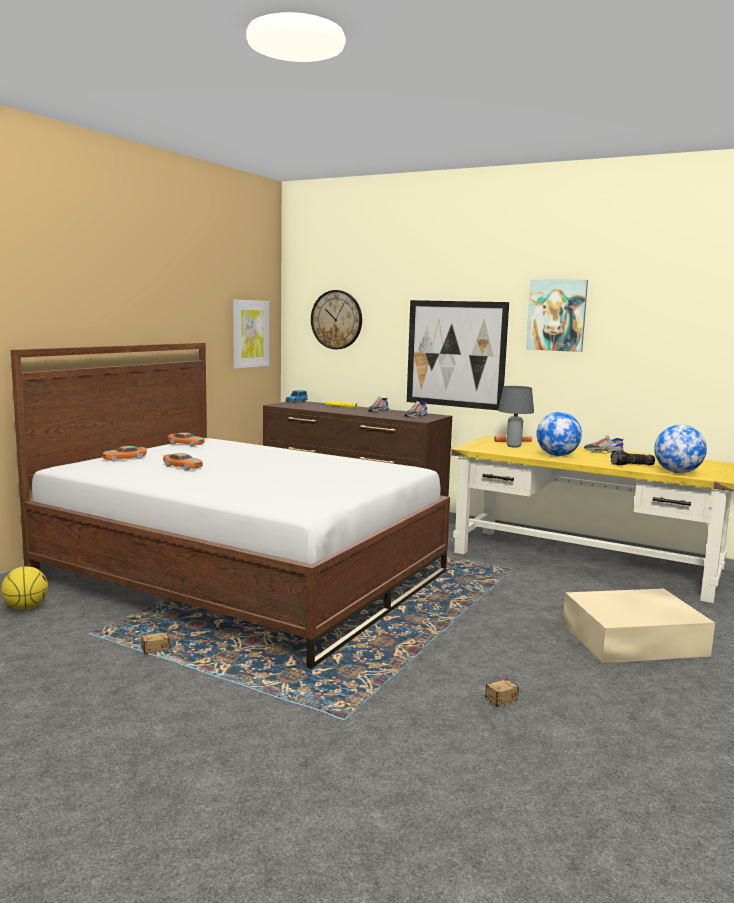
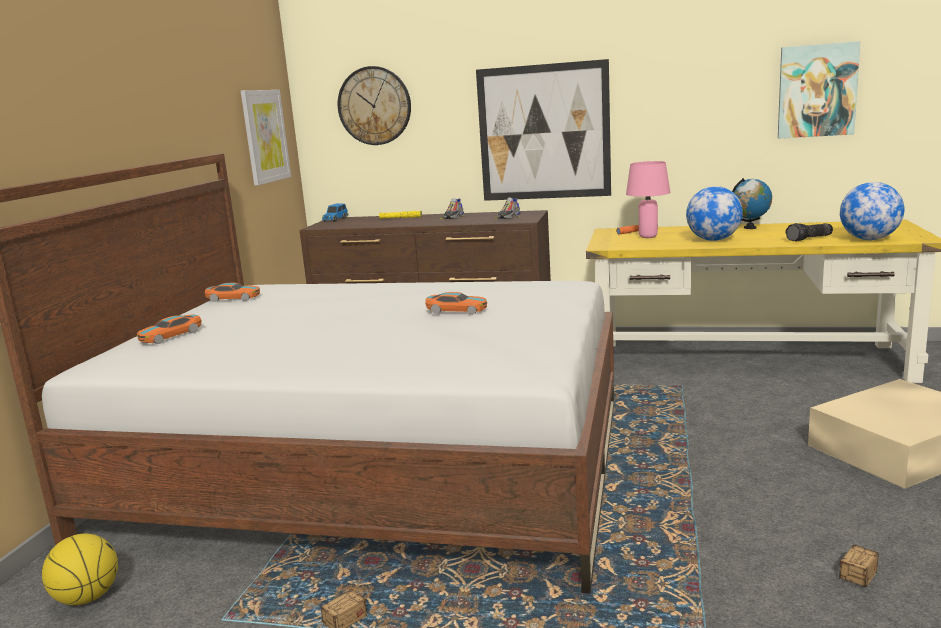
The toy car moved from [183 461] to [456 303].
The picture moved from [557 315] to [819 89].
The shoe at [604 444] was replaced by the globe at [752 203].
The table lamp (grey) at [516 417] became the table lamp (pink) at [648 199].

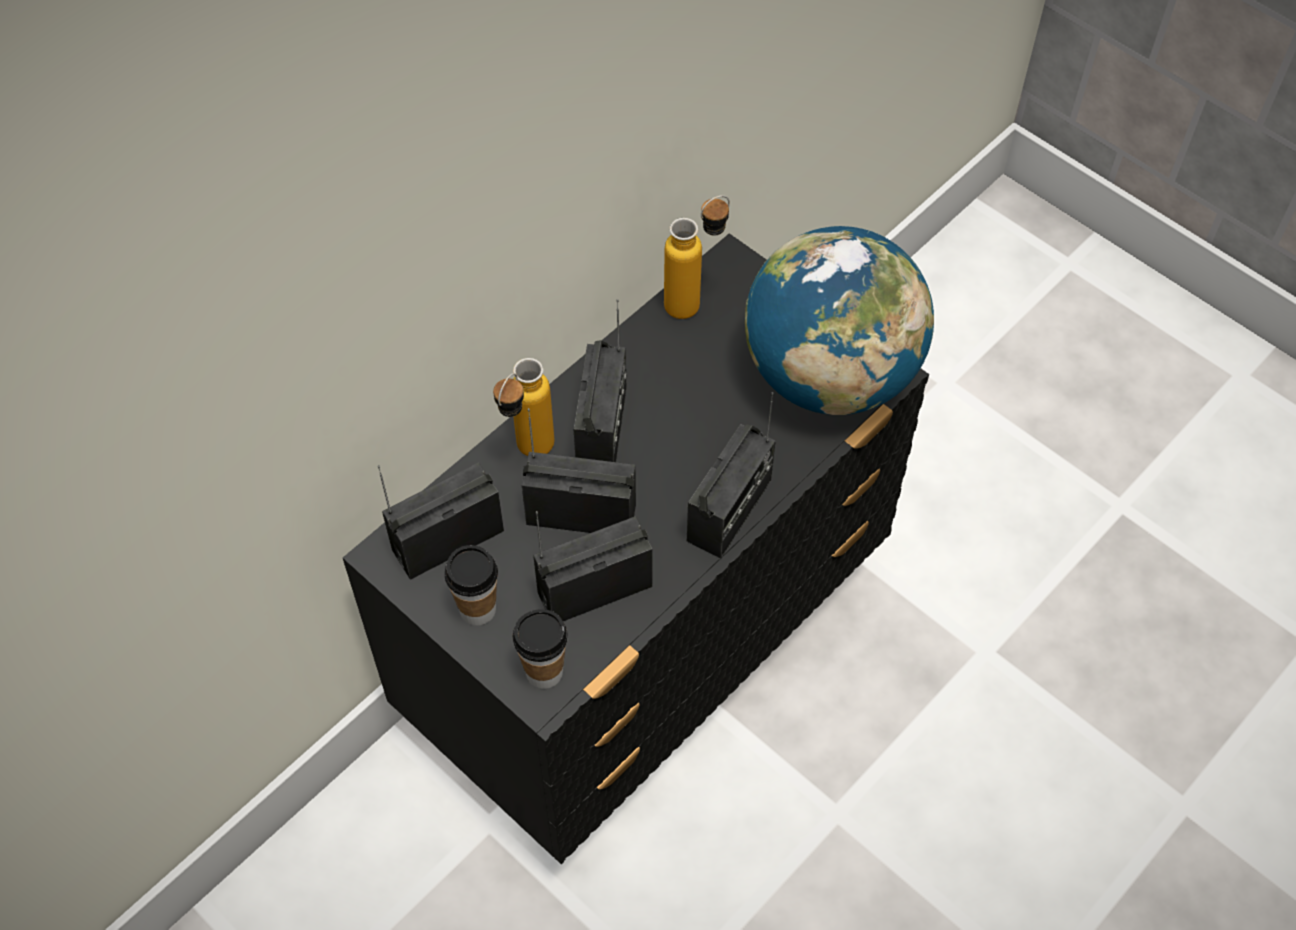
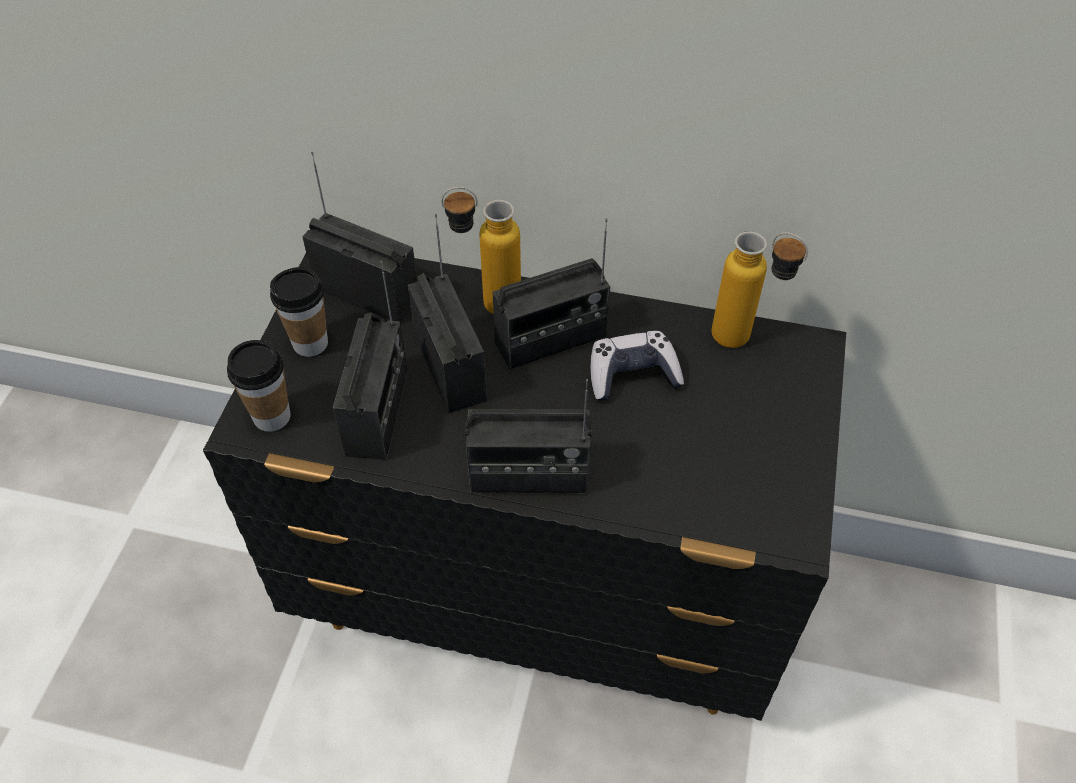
The globe at [839 320] disappeared.
The game controller at [637 366] appeared.
The radio at [593 566] turned 60 degrees clockwise.

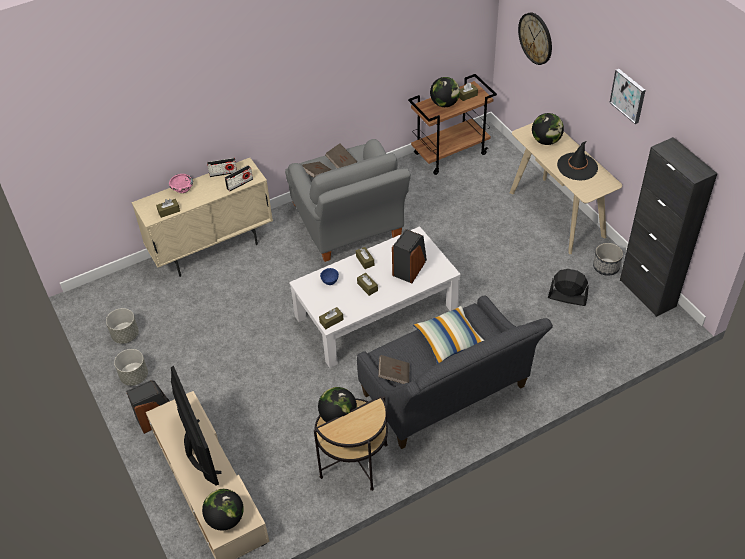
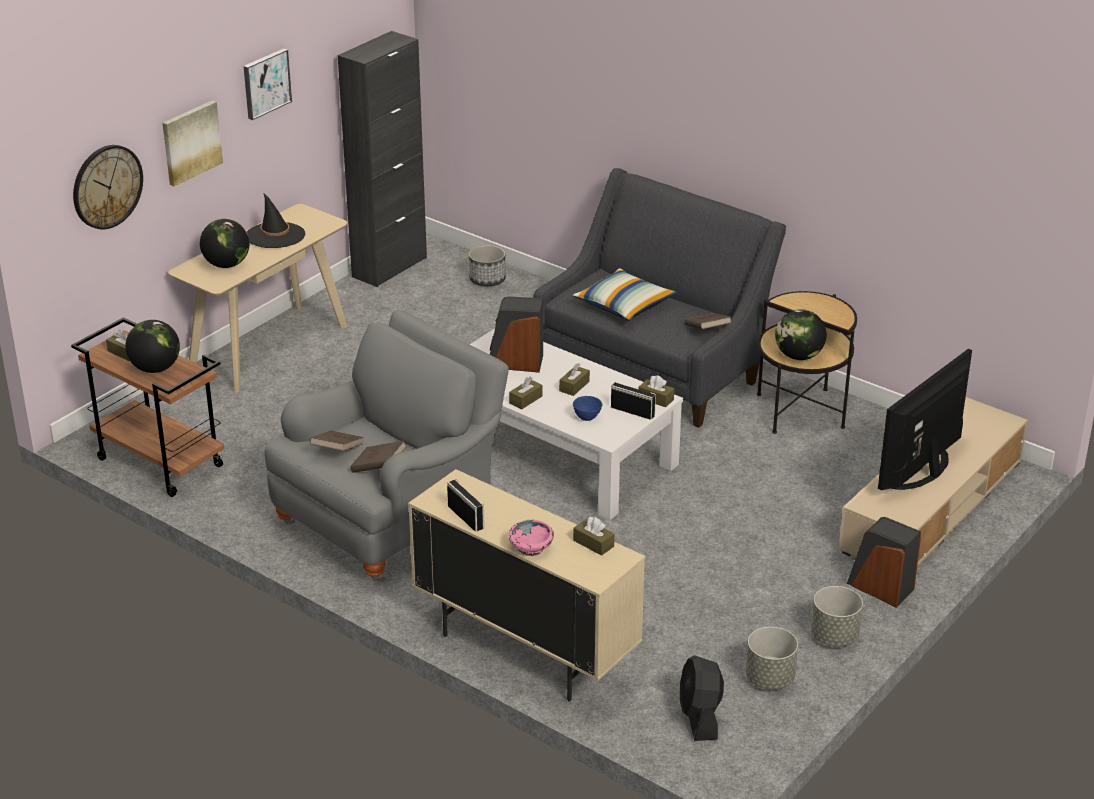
The globe at [223 510] disappeared.
The picture at [192 143] appeared.
The radio moved from [239 178] to [633 401].
The fan (black) moved from [568 287] to [702 698].
The planter moved from [608 259] to [487 265].

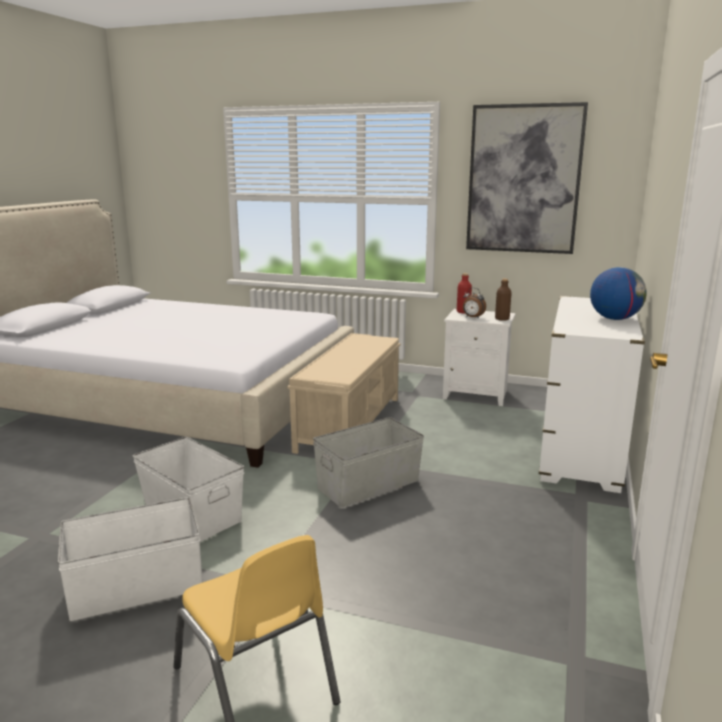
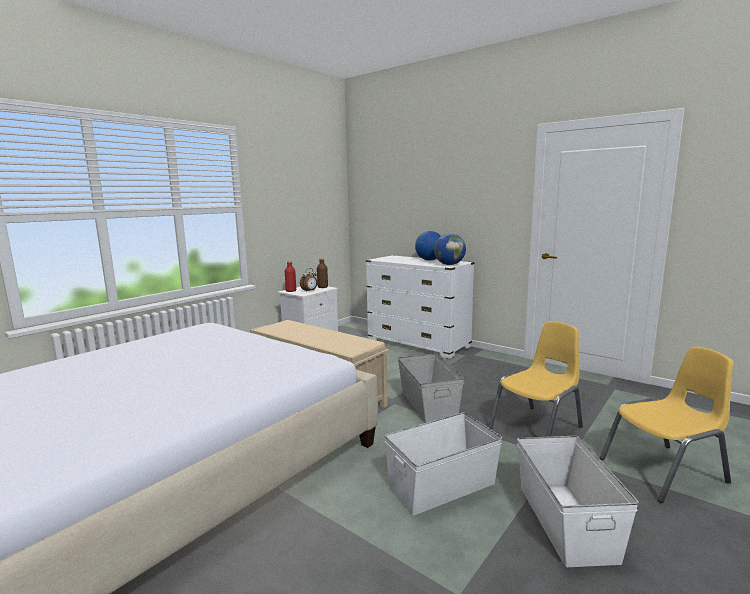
The picture at [527 178] disappeared.
The globe at [450 249] appeared.
The chair (yellow) at [535 379] appeared.

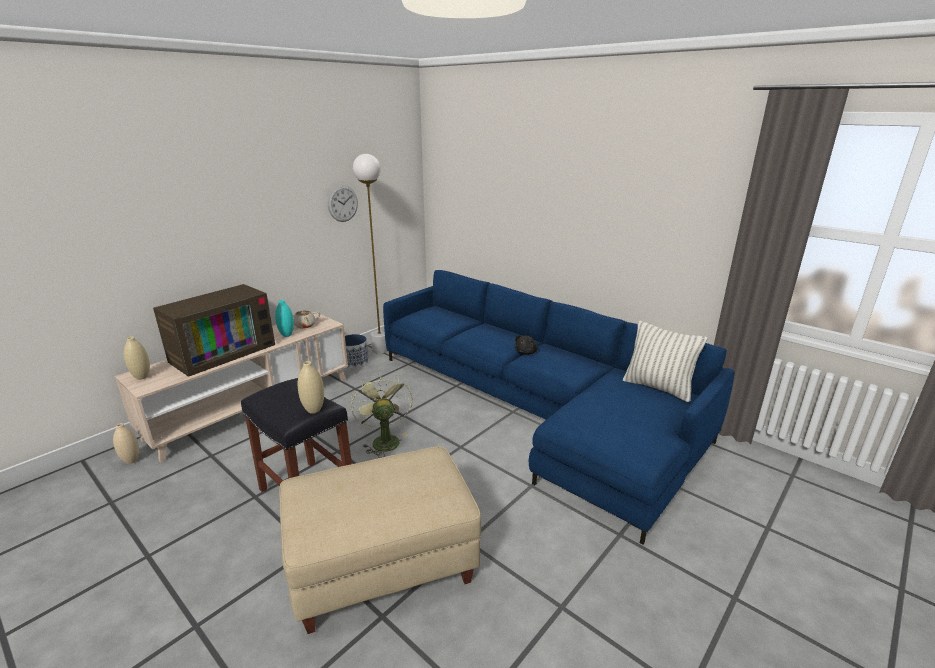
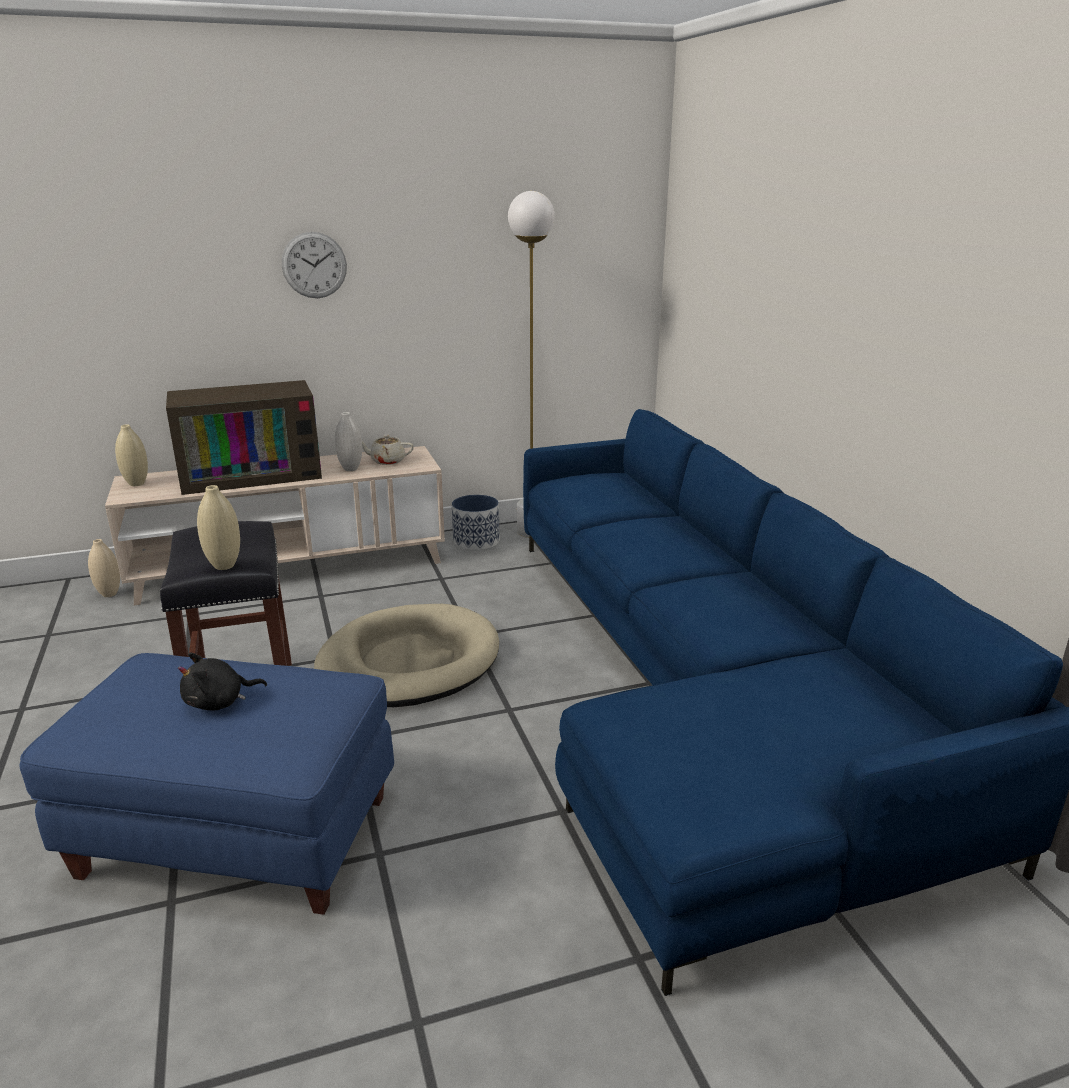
The pillow at [665 361] disappeared.
The wall clock moved from [343 203] to [314 265].
The plush toy (black) moved from [526 345] to [222 681].
The fan (green) at [382 416] was replaced by the dog bed (beige) at [406 655].
The vase (turquoise) at [284 318] became the vase (white) at [348 441].
The ottoman (beige) at [380 540] became the ottoman (blue) at [207 784].

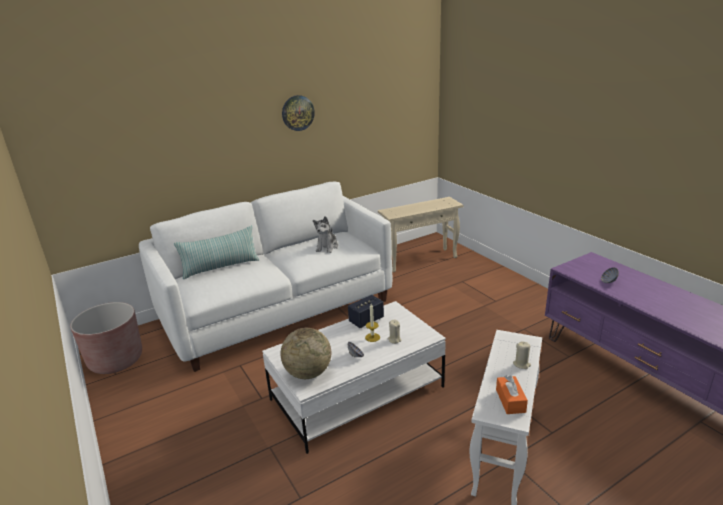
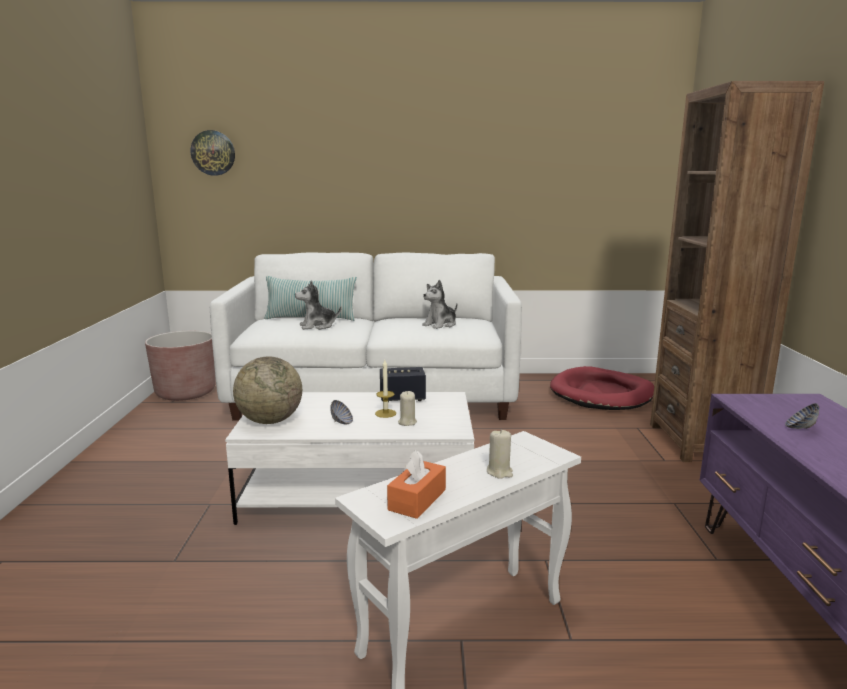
The plush toy at [318 305] appeared.
The bookcase (brown) at [737 271] appeared.
The wall clock moved from [298 113] to [213 152].
The side table (beige) at [420 234] was replaced by the dog bed (red) at [602 388].

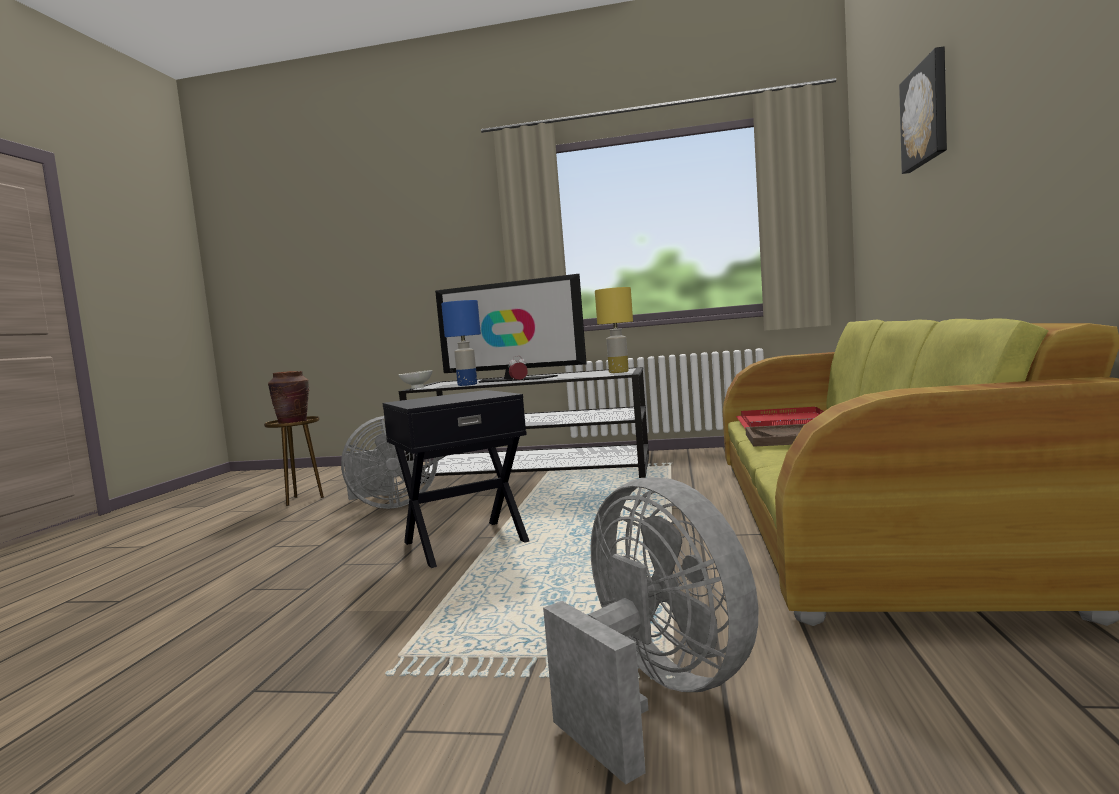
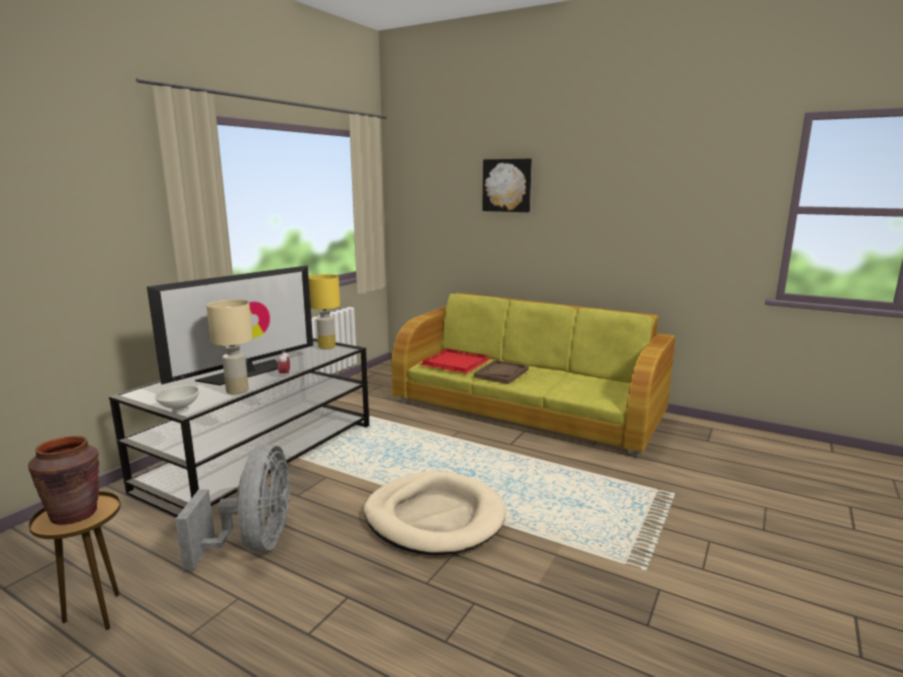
The fan (grey) at [650 630] disappeared.
The side table (black) at [456 479] was replaced by the dog bed (beige) at [435 513].
The table lamp (blue) at [461 343] became the table lamp (beige) at [229 347].

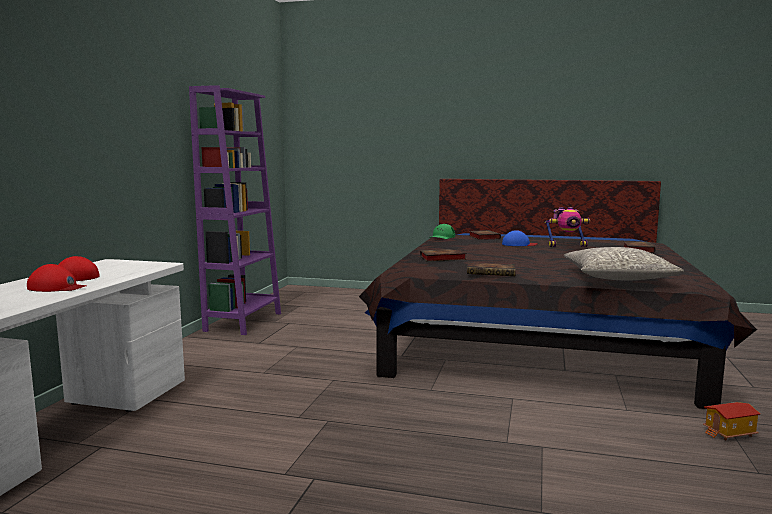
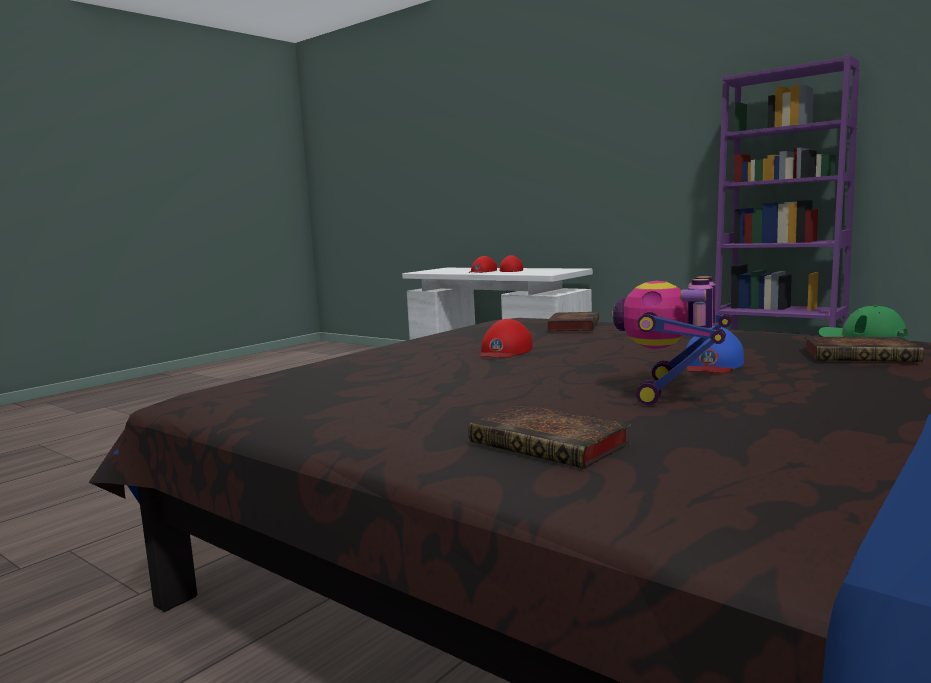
The book at [491 269] disappeared.
The pillow (grey) at [624 263] disappeared.
The toy house at [731 421] disappeared.
The cap (red) at [506 338] appeared.

